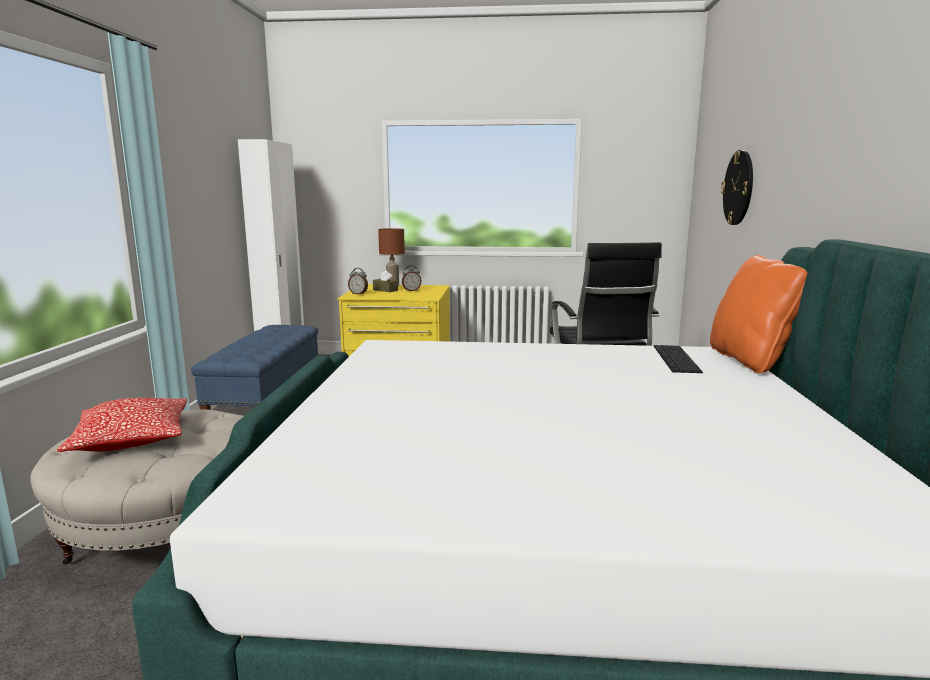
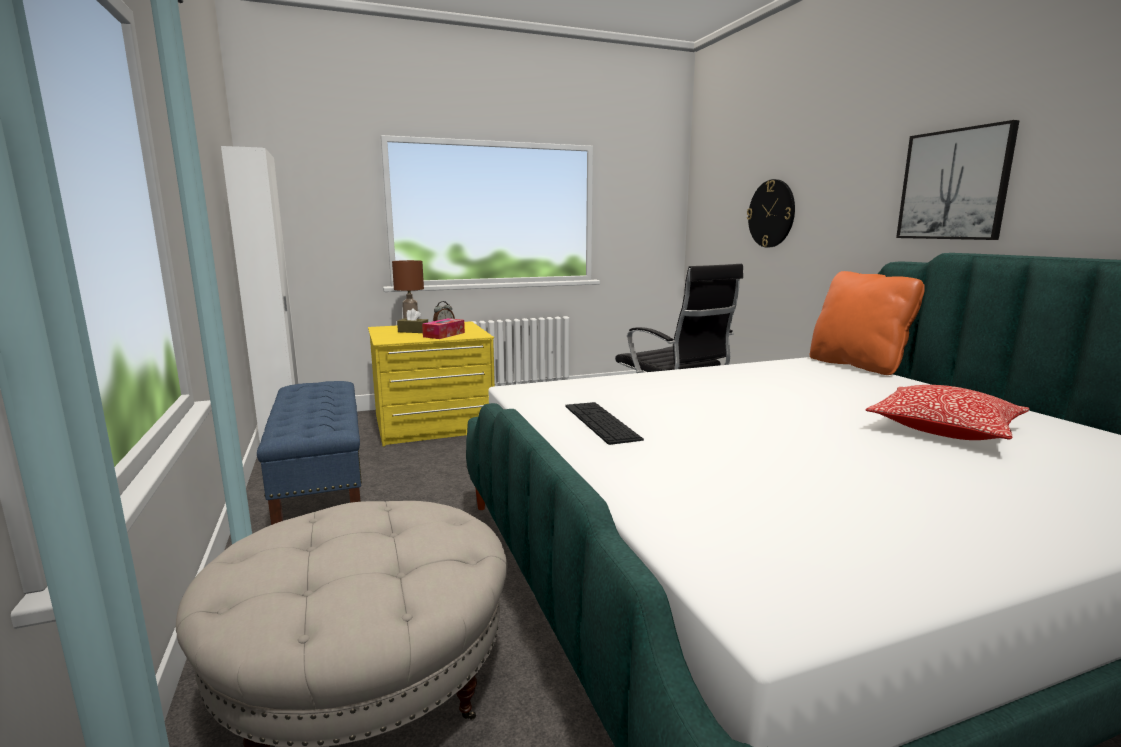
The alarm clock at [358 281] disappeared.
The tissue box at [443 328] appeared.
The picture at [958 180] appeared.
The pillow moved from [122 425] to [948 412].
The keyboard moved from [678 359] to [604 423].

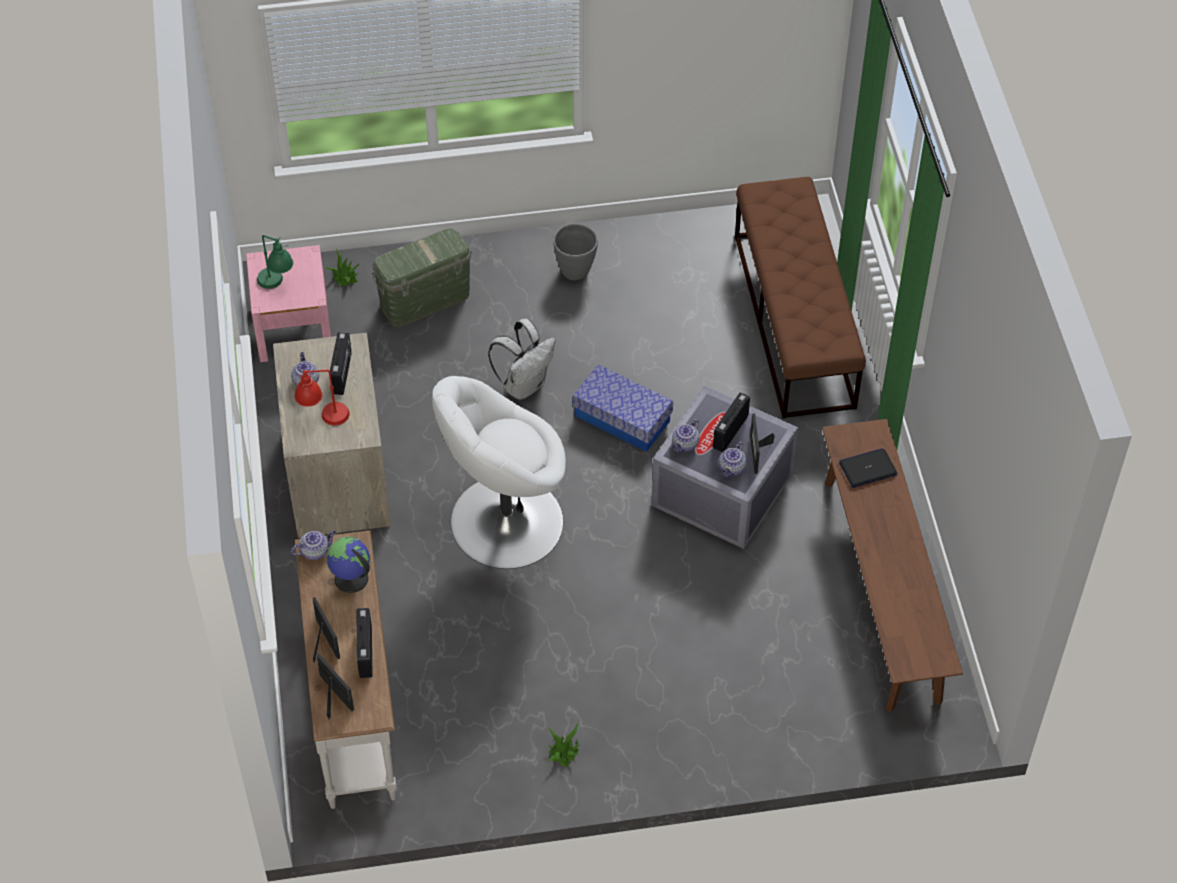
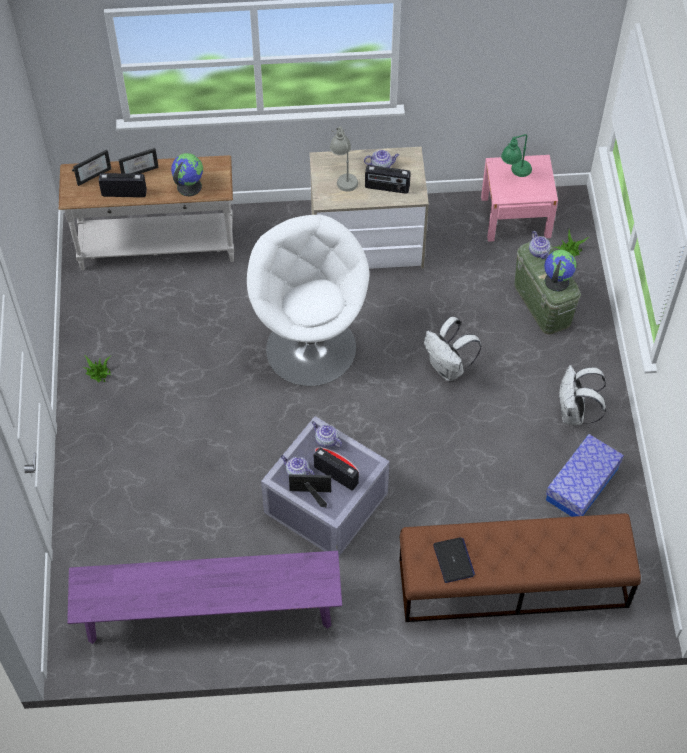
The globe at [560 271] appeared.
The teapot moved from [313 545] to [540 245].
The storage box moved from [622 408] to [585 475].
The laptop moved from [868 468] to [454 560].
The planter (grey) at [575 251] was replaced by the backpack (white) at [582 395].
The table lamp (red) at [322 397] became the table lamp (grey) at [344 159].
The bench (brown) at [892 565] became the bench (purple) at [204 597].

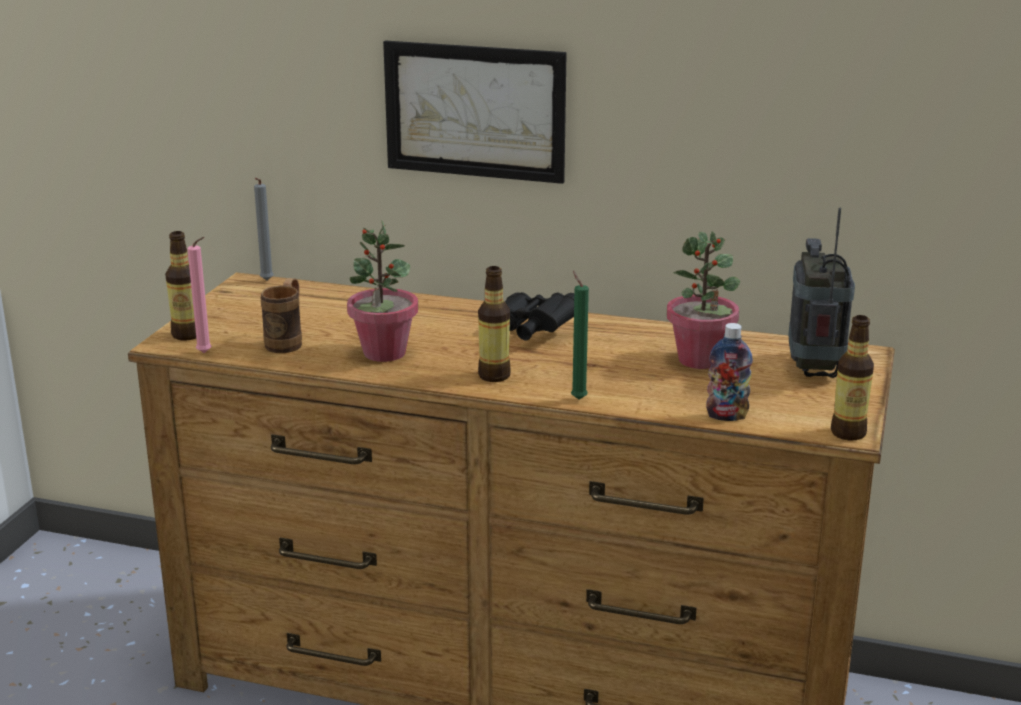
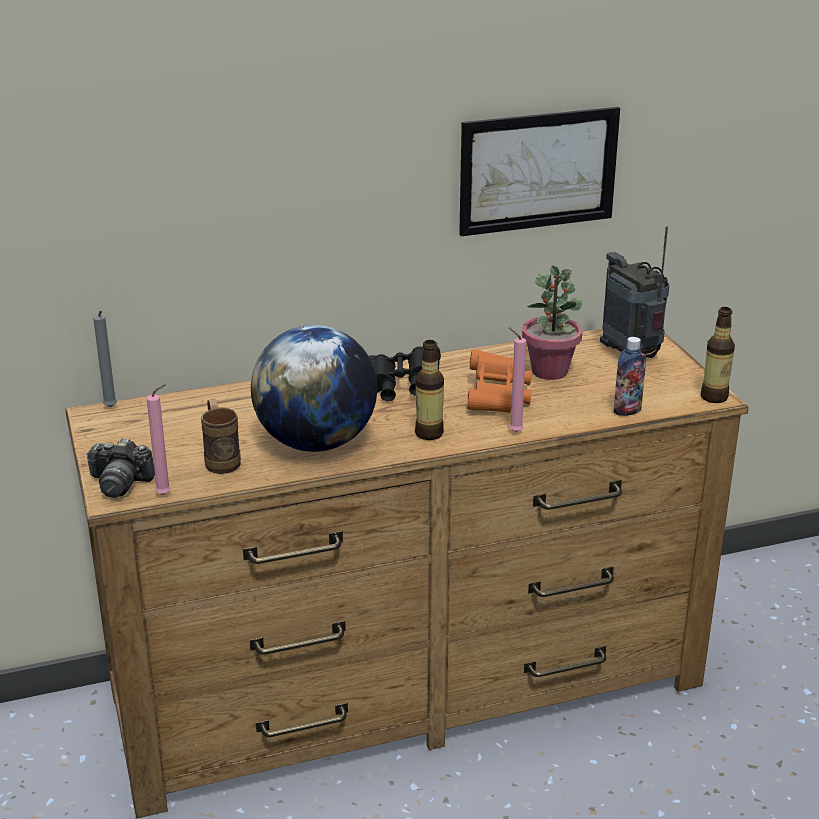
The binoculars (orange) at [499 381] appeared.
The picture moved from [475 112] to [539 171].
The bottle at [180 286] was replaced by the photo camera at [120 468].
The potted plant at [382 291] was replaced by the globe at [314 388].
The candle (green) at [580 335] became the candle (pink) at [517 379].

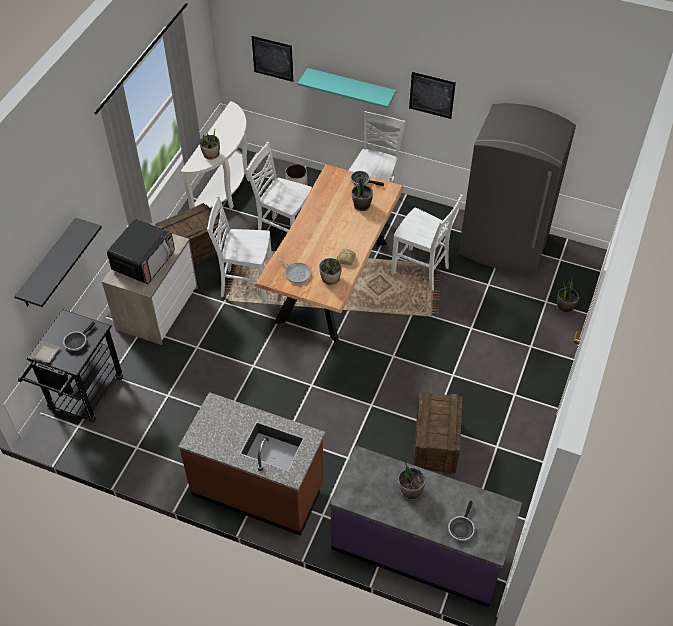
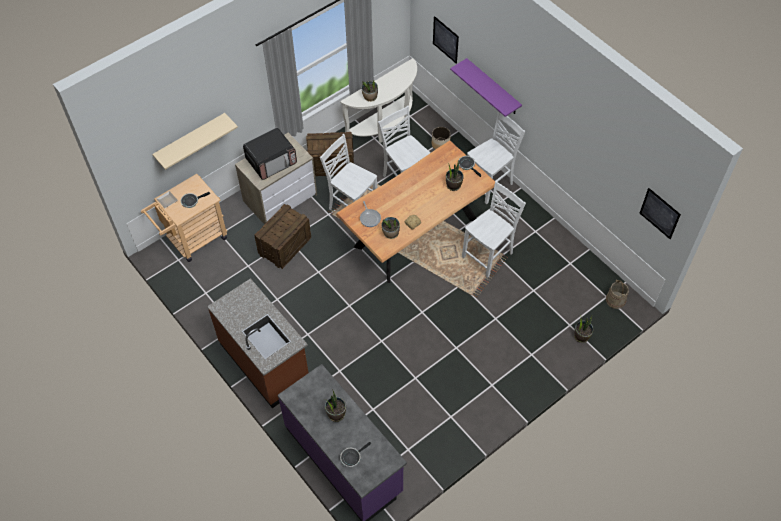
The fridge (grey) at [517 189] disappeared.
The bucket (beige) at [617 294] appeared.
The picture moved from [432 95] to [660 213].
The crate moved from [437 433] to [282 236].
The shelf (black) at [58 262] became the shelf (beige) at [195 141].
The cart (black) at [70 366] became the cart (beige) at [184 218].
The shelf (turquoise) at [347 88] became the shelf (purple) at [486 87].
The chair (white) at [427 242] turned 105 degrees counterclockwise.

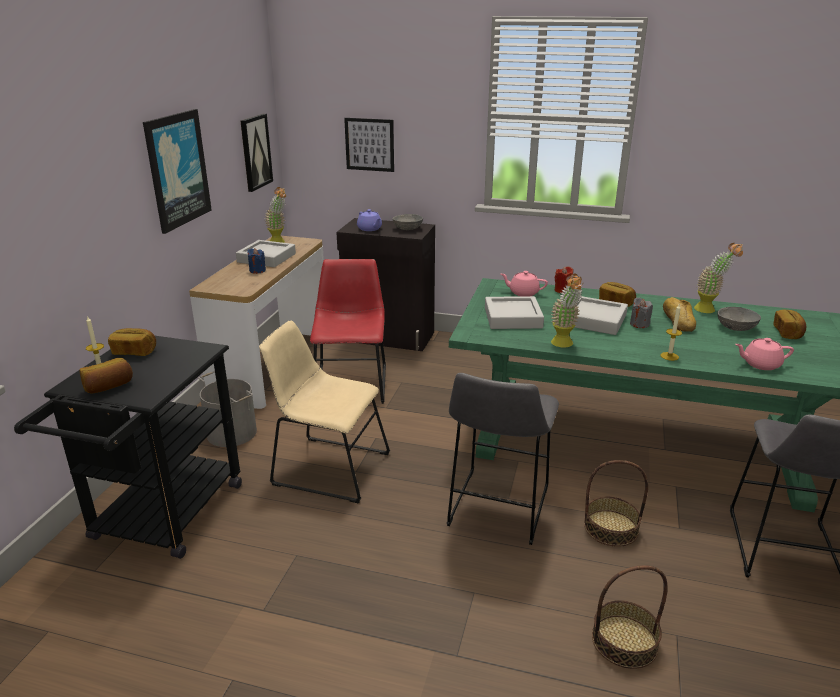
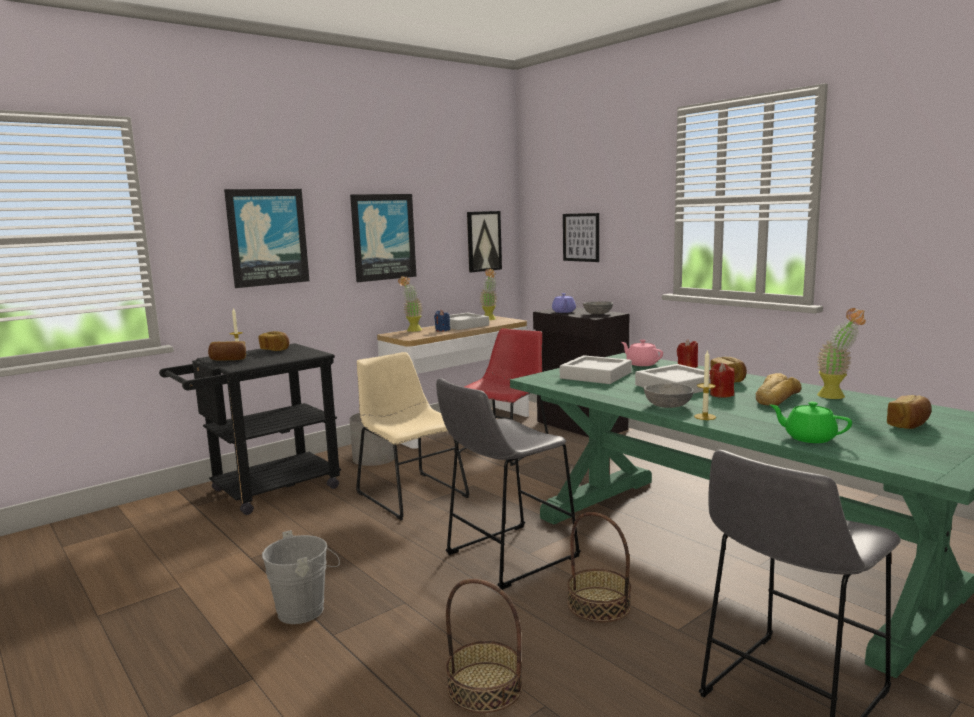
The picture at [266 238] appeared.
The bucket (grey) at [301 577] appeared.
The potted plant moved from [567 310] to [410 304].
The bowl (grey) moved from [739 319] to [668 395].
The candle (grey) at [641 313] became the candle (red) at [722 380].
The teapot (pink) at [764 354] became the teapot (green) at [811 422].

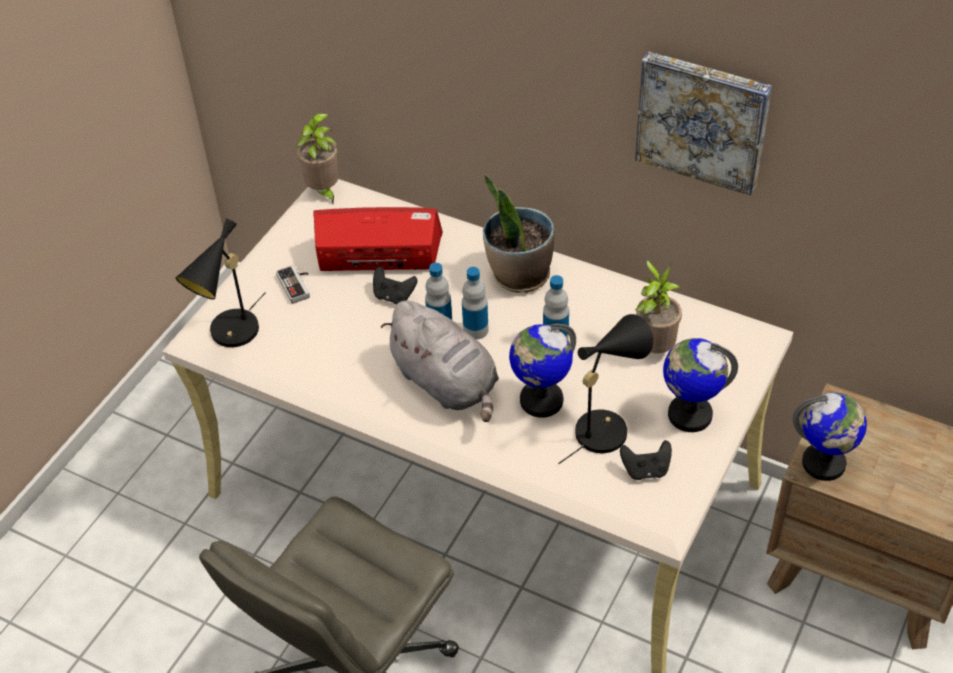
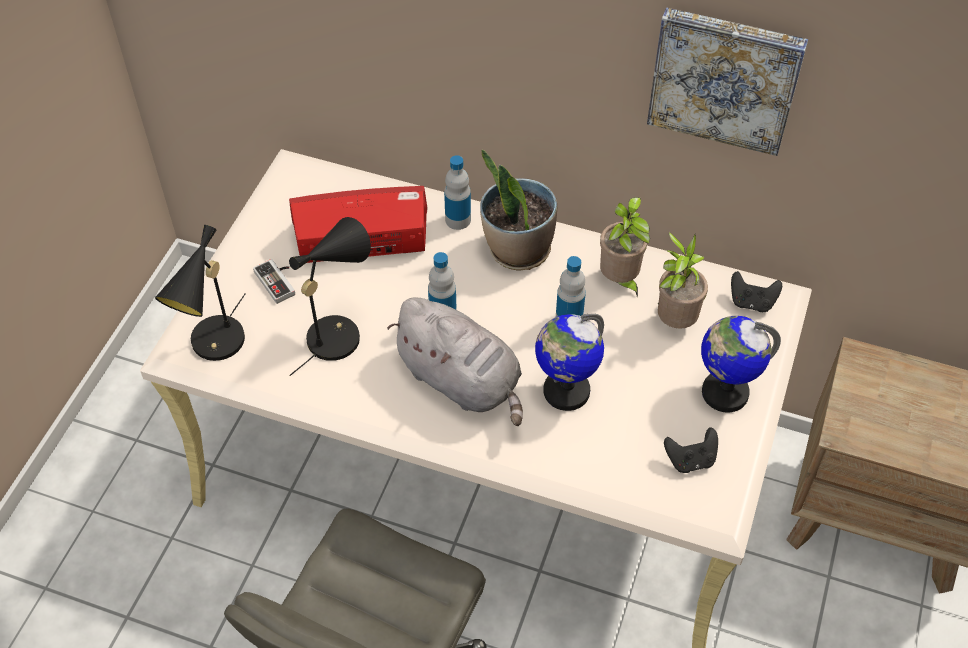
The globe at [830 436] disappeared.
The potted plant moved from [317 158] to [625 247].
The game controller (black) moved from [395 285] to [756 291].
The bottle moved from [475 303] to [457 192].
The table lamp (black) moved from [605 389] to [330 296].

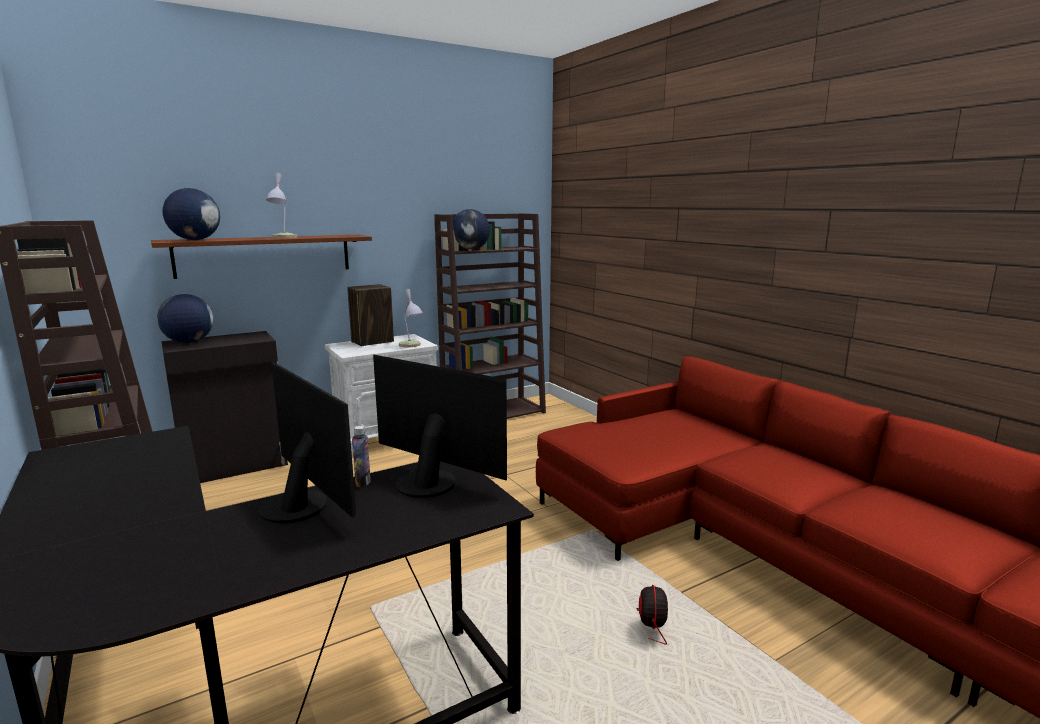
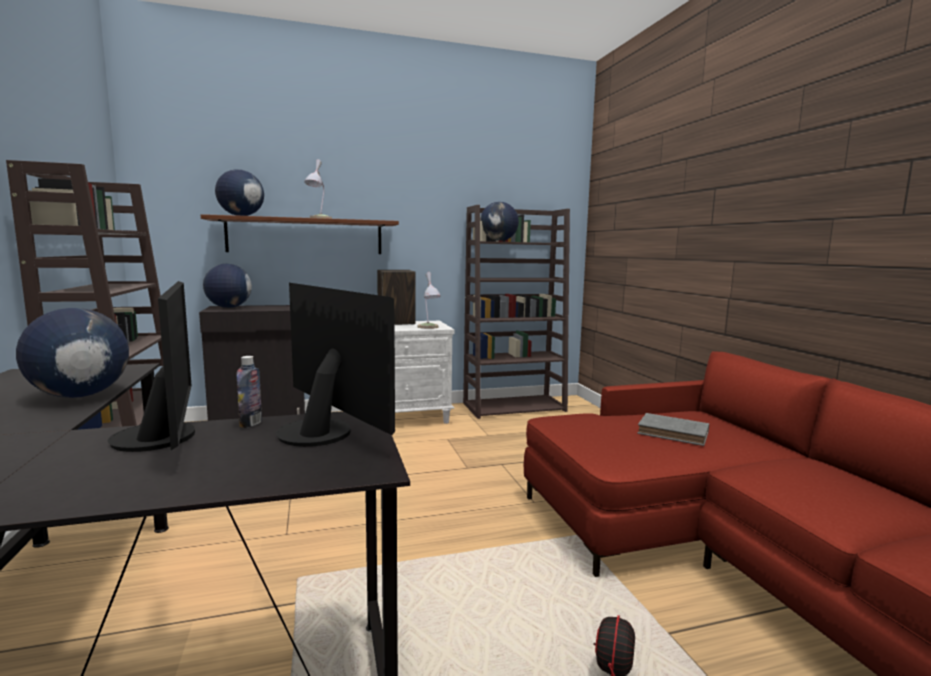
The globe at [72 353] appeared.
The book (grey) at [673 429] appeared.

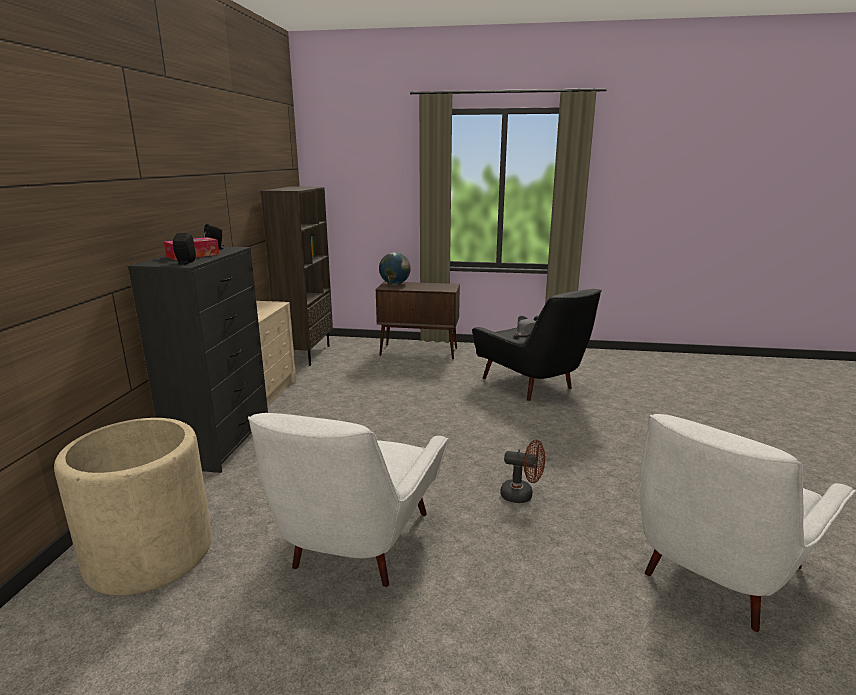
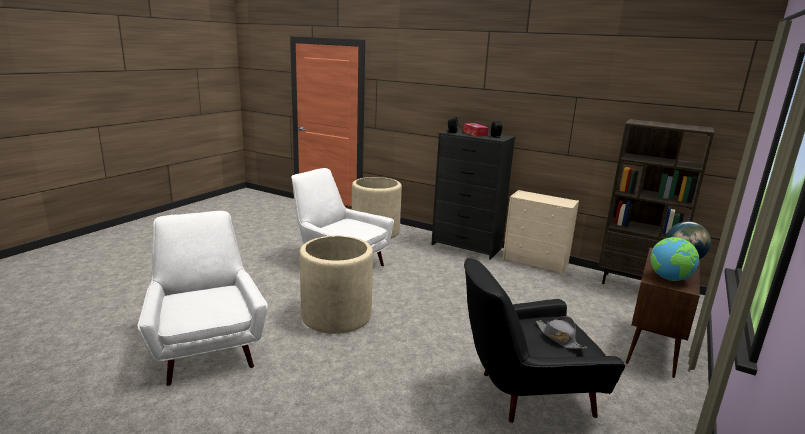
The globe at [674 259] appeared.
The fan (brown) at [522 471] was replaced by the planter (beige) at [336 285].

